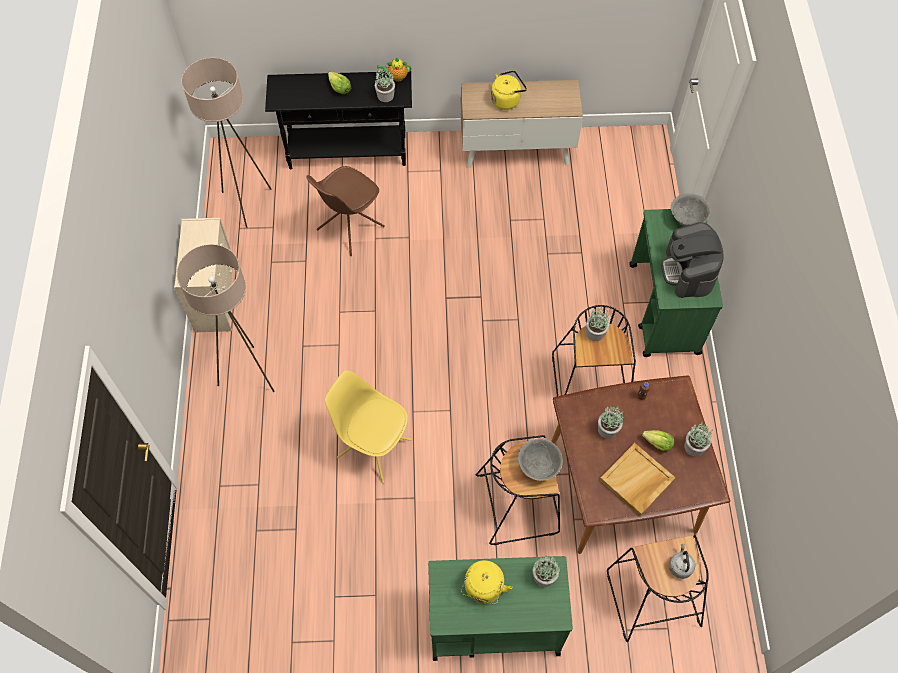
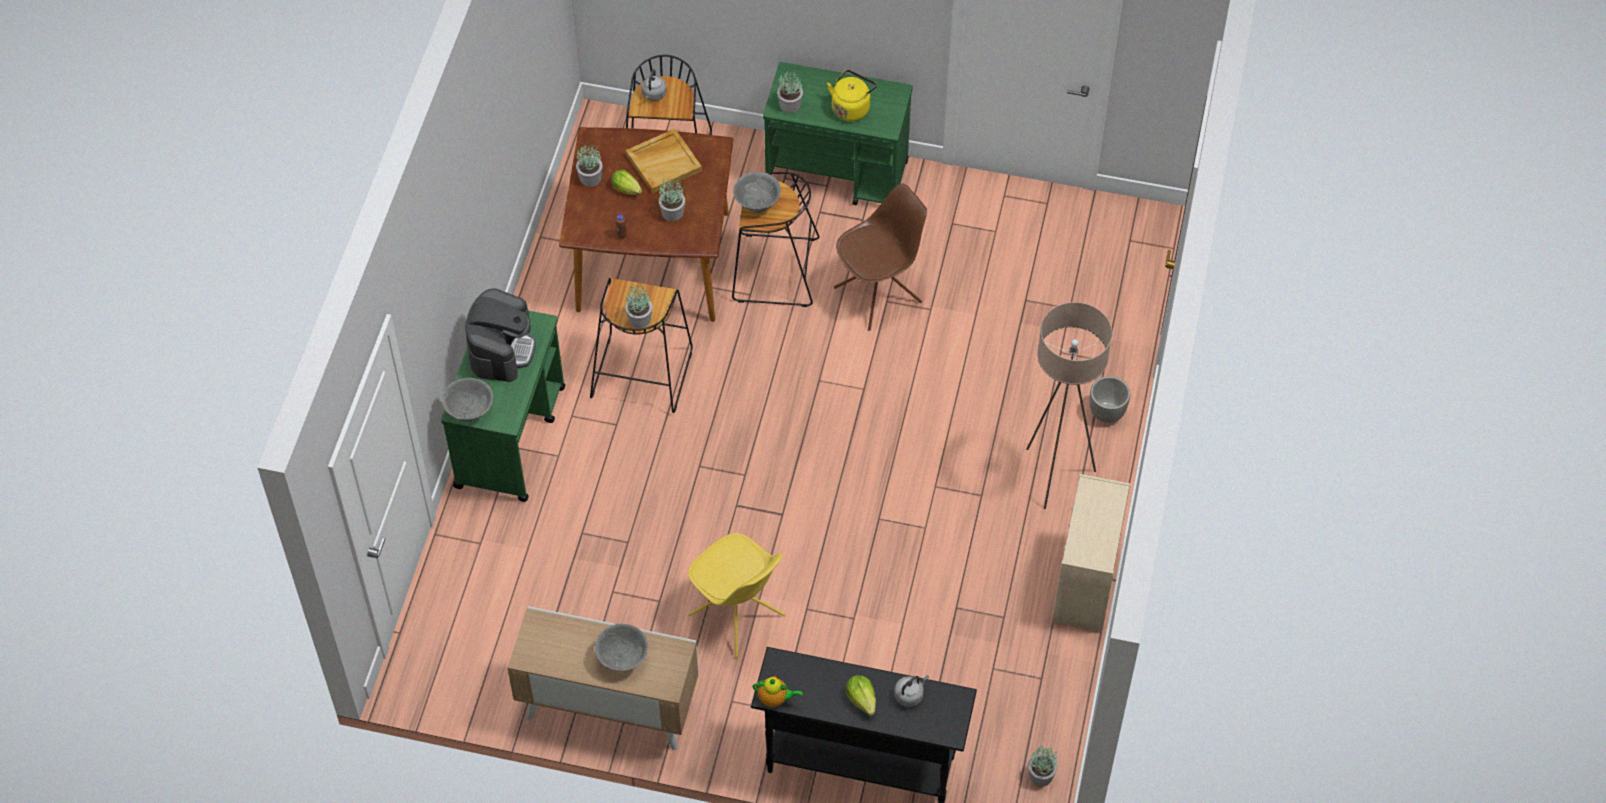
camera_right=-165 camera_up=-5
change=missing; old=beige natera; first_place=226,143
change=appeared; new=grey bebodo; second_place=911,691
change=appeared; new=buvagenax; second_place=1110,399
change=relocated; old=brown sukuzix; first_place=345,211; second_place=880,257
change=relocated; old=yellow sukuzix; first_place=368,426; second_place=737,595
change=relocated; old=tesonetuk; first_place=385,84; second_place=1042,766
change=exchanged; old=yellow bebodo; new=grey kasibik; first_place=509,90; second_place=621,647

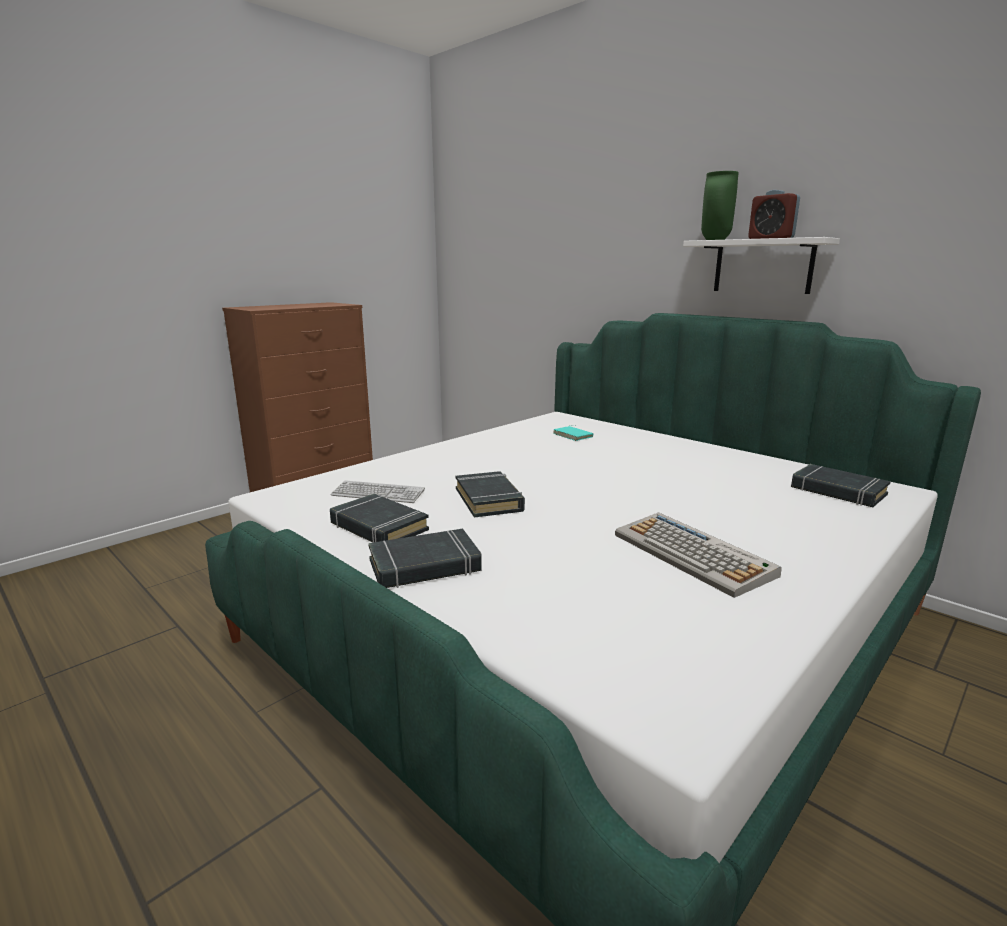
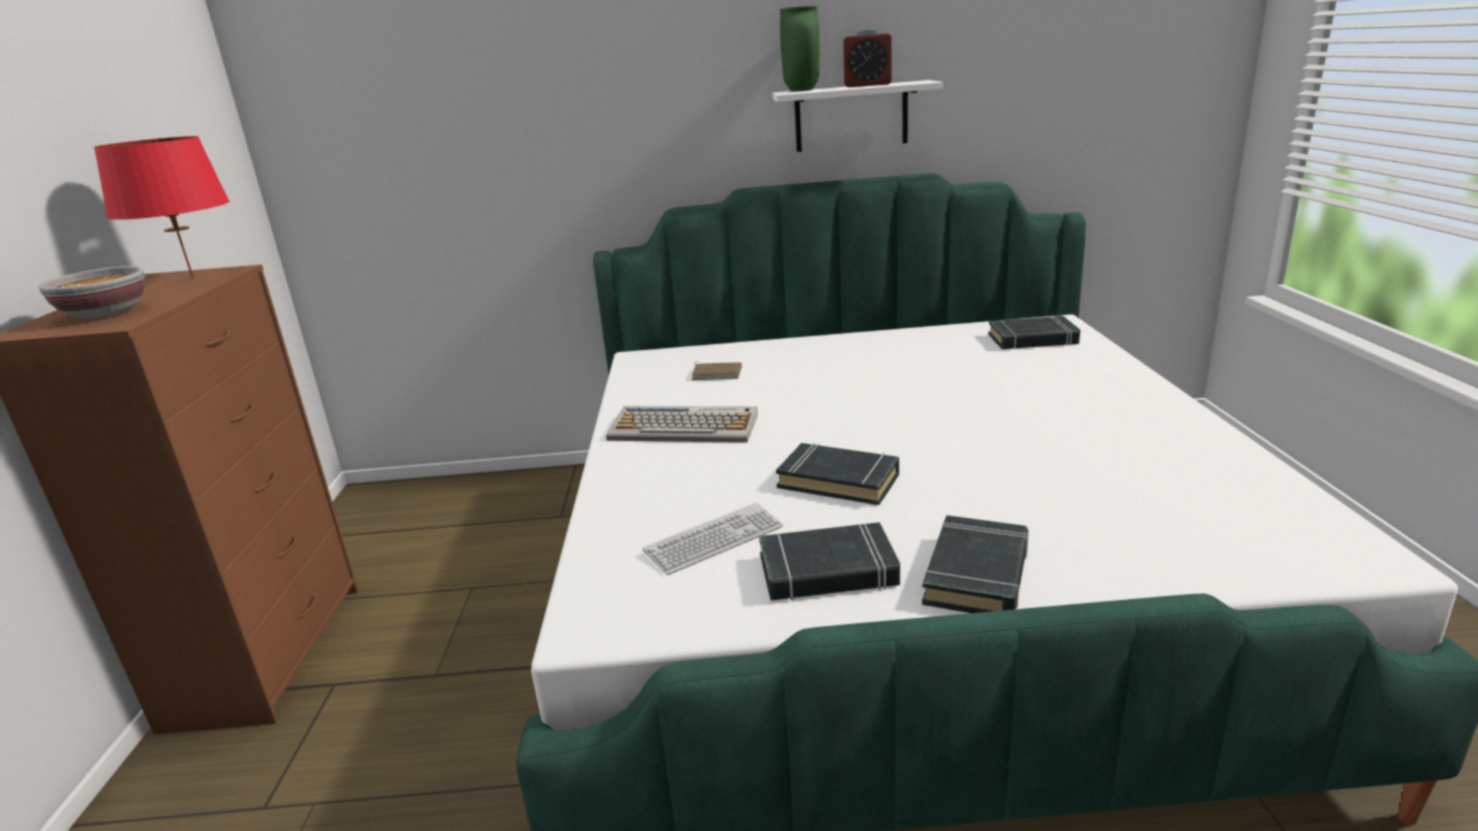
camera_right=-45 camera_up=5
change=appeared; new=kasibik; second_place=91,292
change=appeared; new=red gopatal; second_place=162,207
change=relocated; old=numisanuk; first_place=698,555; second_place=682,424
change=colour; old=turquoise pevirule; new=brown pevirule; first_place=573,433; second_place=716,370

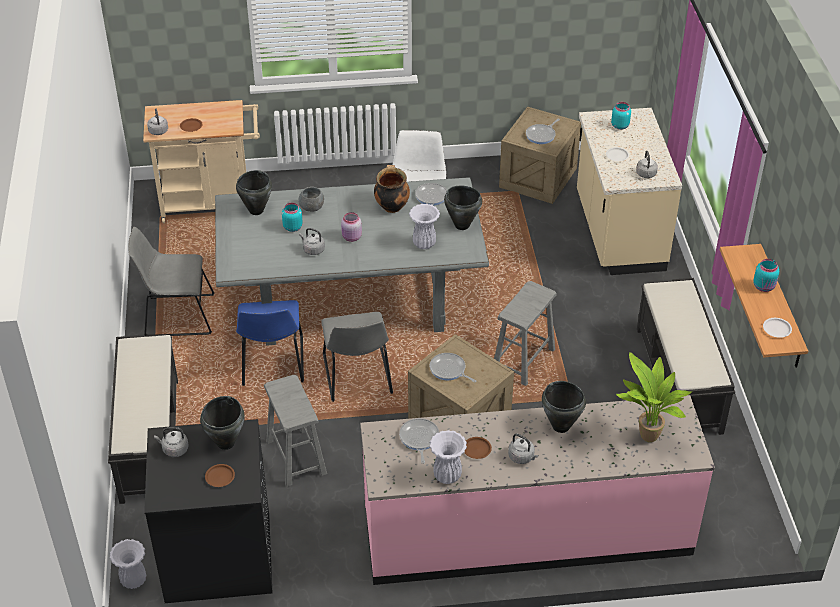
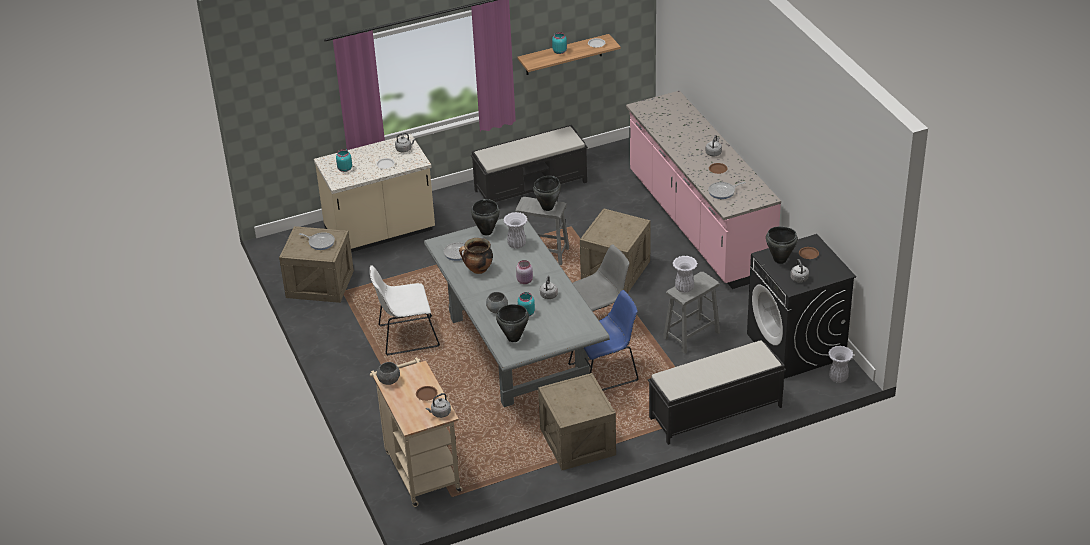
camera_right=-105 camera_up=-5
change=missing; old=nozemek; first_place=453,367
change=missing; old=tesonetuk; first_place=654,397
change=appeared; new=grey kasibik; second_place=388,373
change=relocated; old=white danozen; first_place=448,457; second_place=685,274
change=relocated; old=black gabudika; first_place=564,407; second_place=547,193
change=exchanged; old=grey sukuzix; new=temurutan; first_place=171,281; second_place=577,421

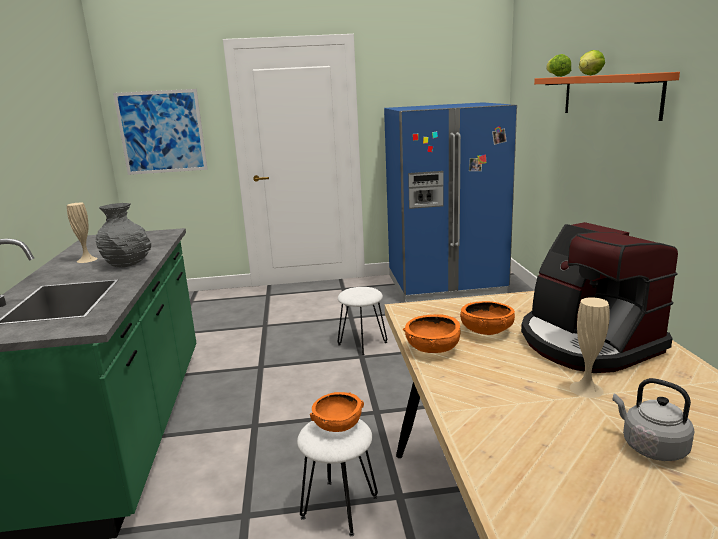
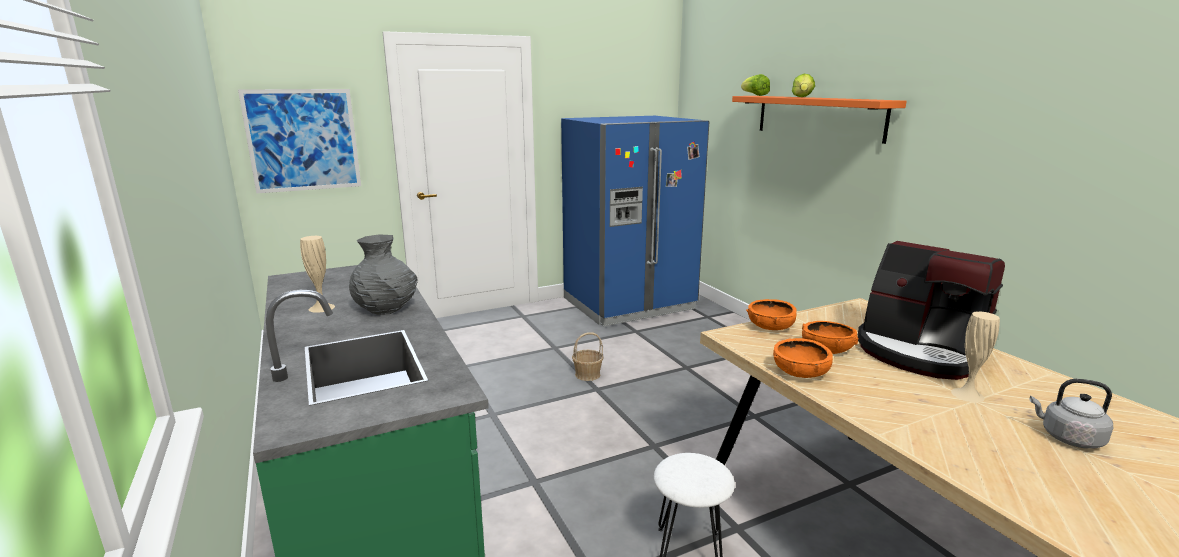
camera_right=-20 camera_up=0
change=relocated; old=orange kasibik; first_place=337,412; second_place=771,314
change=exchanged; old=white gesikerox; new=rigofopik; first_place=362,321; second_place=588,356

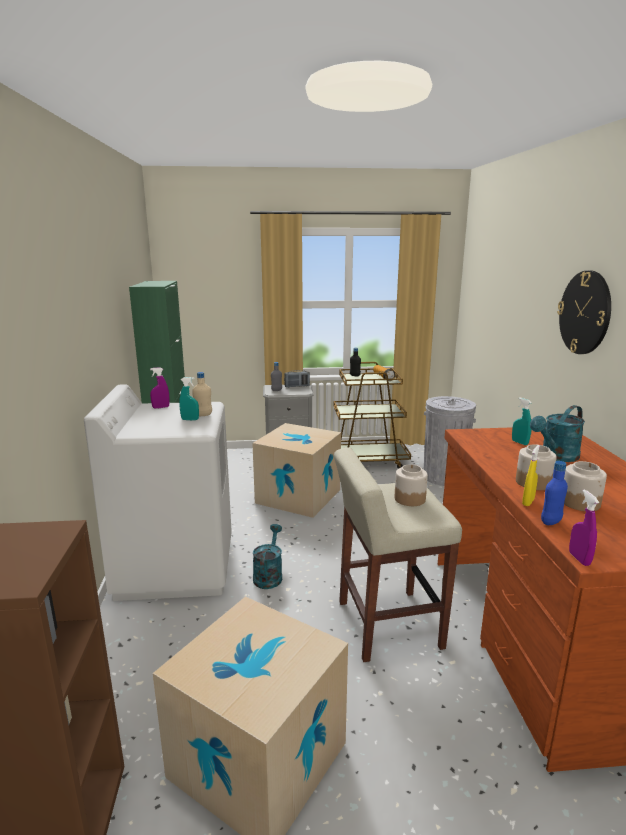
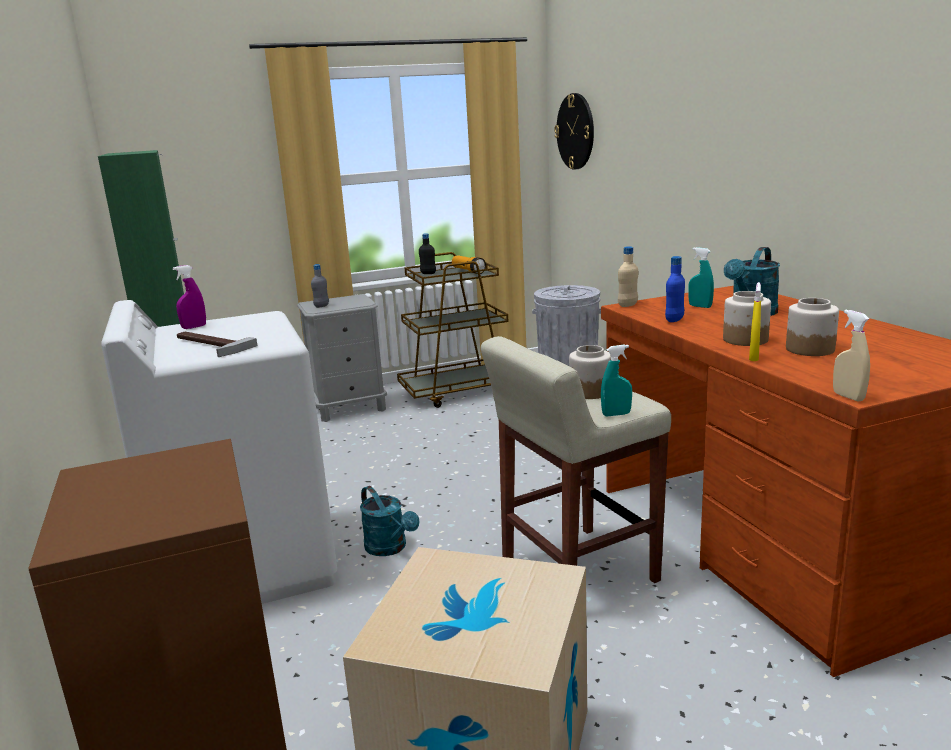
camera_right=-15 camera_up=0
change=missing; old=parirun; first_place=296,470
change=missing; old=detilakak; first_place=297,378
change=appeared; new=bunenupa; second_place=217,344
change=relocated; old=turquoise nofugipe; first_place=189,399; second_place=616,380
change=relocated; old=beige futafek; first_place=202,394; second_place=628,276
change=relocated; old=blue futafek; first_place=554,493; second_place=675,289
change=relocated; old=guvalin; first_place=584,312; second_place=574,131
change=colour; old=purple nofugipe; new=beige nofugipe; first_place=584,527; second_place=851,356
change=spun; old=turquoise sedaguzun; first_place=267,556; second_place=389,521; degrees=150

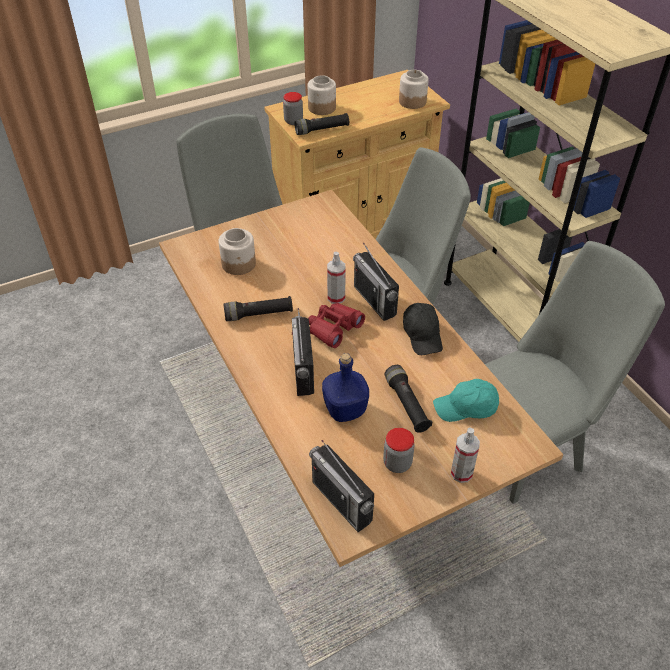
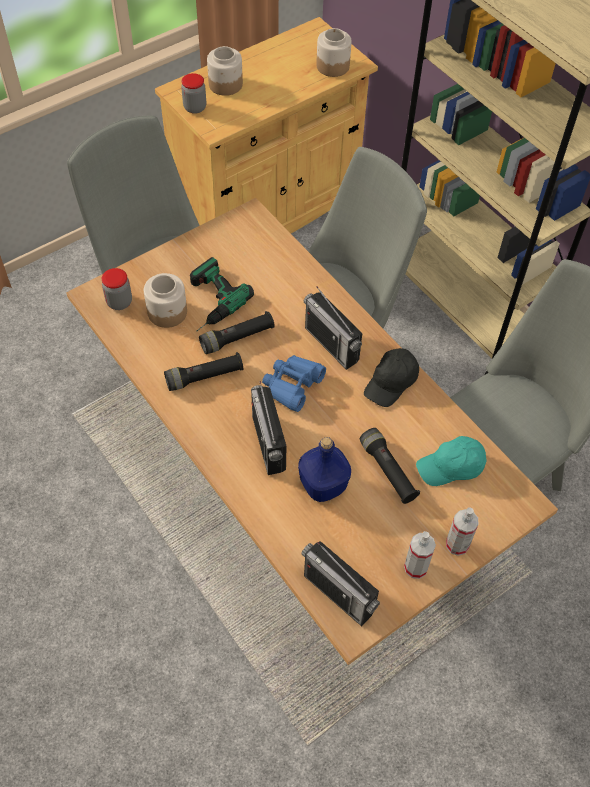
camera_right=-10 camera_up=10
change=appeared; new=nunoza; second_place=222,294
change=relocated; old=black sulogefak; first_place=321,124; second_place=237,332
change=relocated; old=nofugipe; first_place=336,278; second_place=420,555
change=relocated; old=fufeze; first_place=399,450; second_place=117,289
change=colour; old=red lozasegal; new=blue lozasegal; first_place=336,325; second_place=294,383
change=spun; old=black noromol; first_place=423,329; second_place=391,377; degrees=60

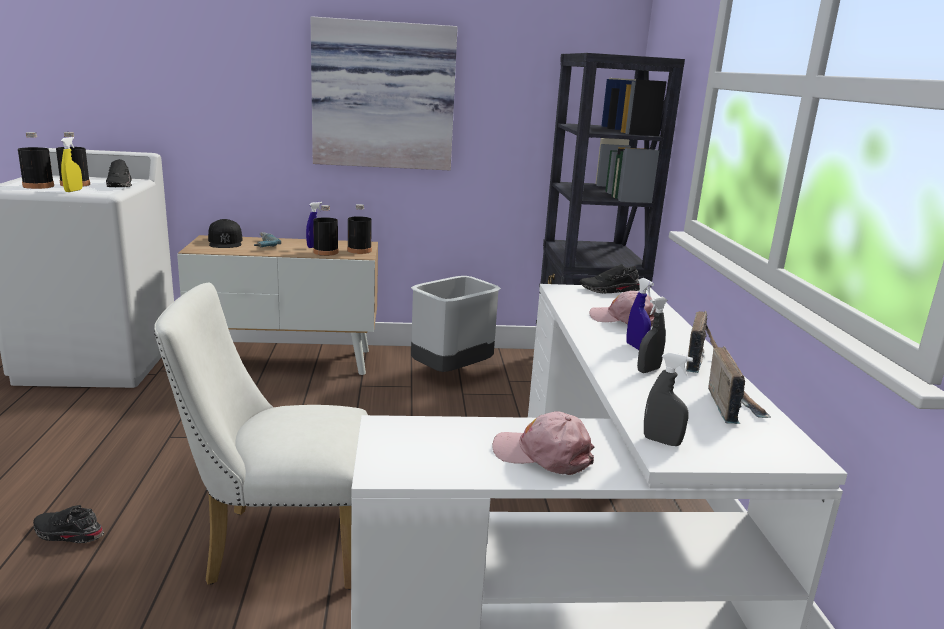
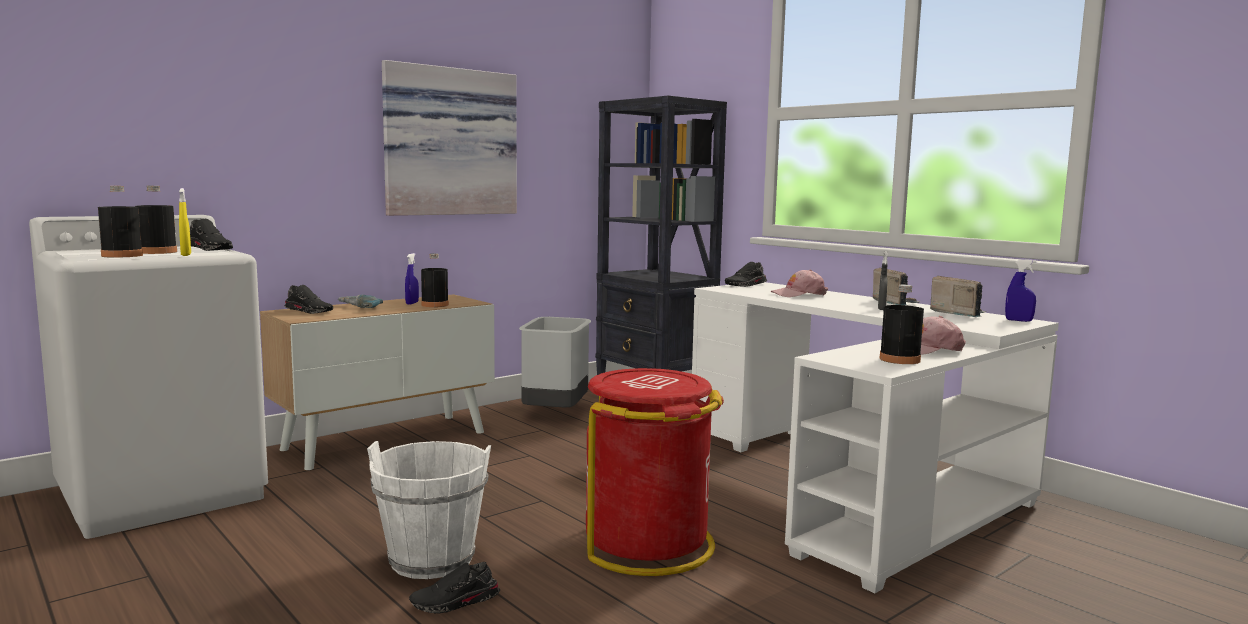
camera_right=-35 camera_up=-10
change=missing; old=grey nofugipe; first_place=668,399
change=appeared; new=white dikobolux; second_place=429,510
change=relocated; old=black futafek; first_place=359,229; second_place=901,324
change=relocated; old=blue nofugipe; first_place=640,314; second_place=1020,290
change=exchanged; old=white sukuzix; new=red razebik; first_place=261,436; second_place=655,472
change=exchanged; old=black noromol; new=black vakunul; first_place=225,233; second_place=309,299

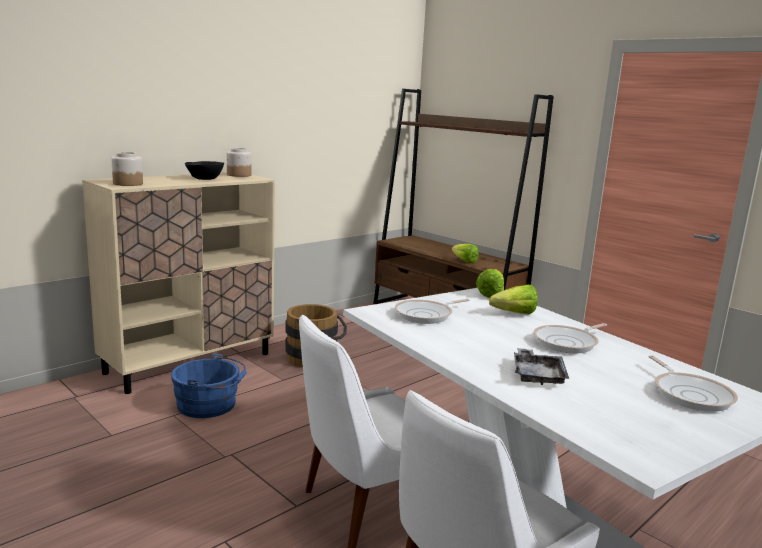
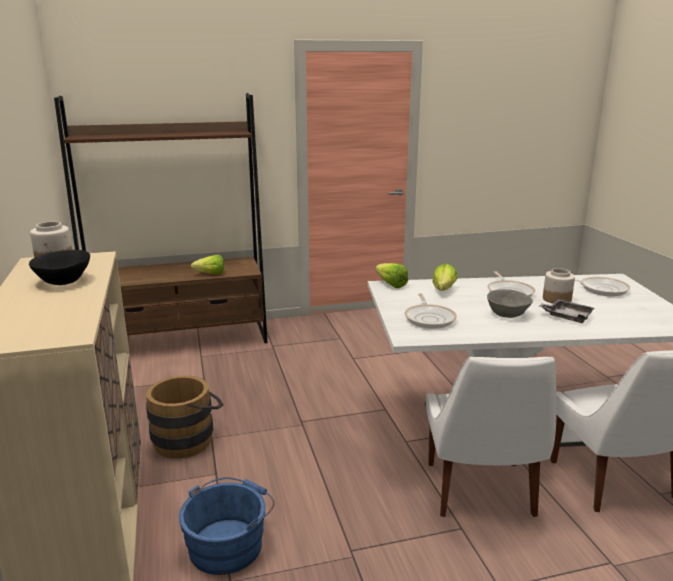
camera_right=-60 camera_up=5
change=appeared; new=grey kasibik; second_place=510,303
change=relocated; old=fufeze; first_place=127,169; second_place=559,286

